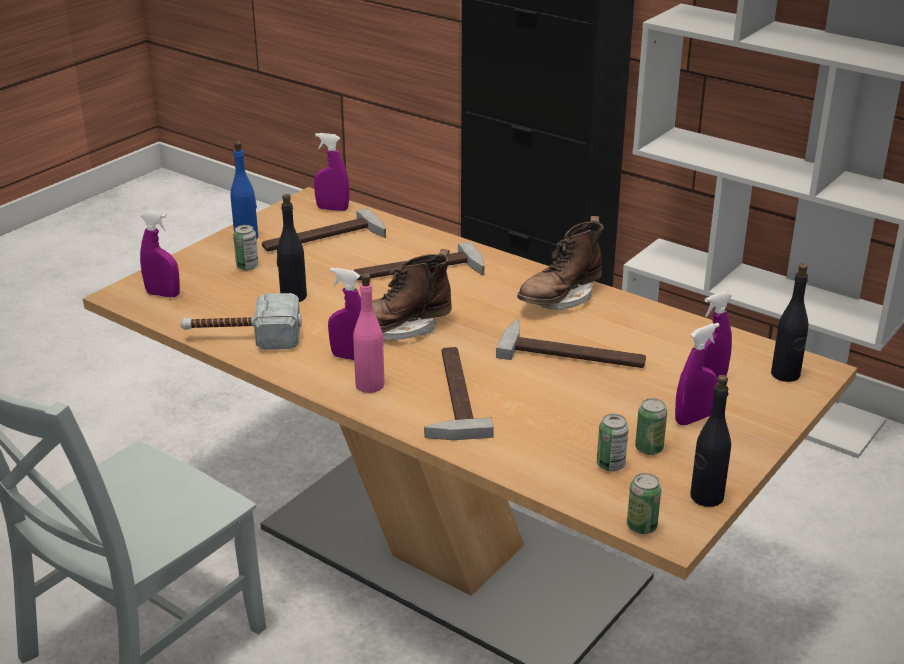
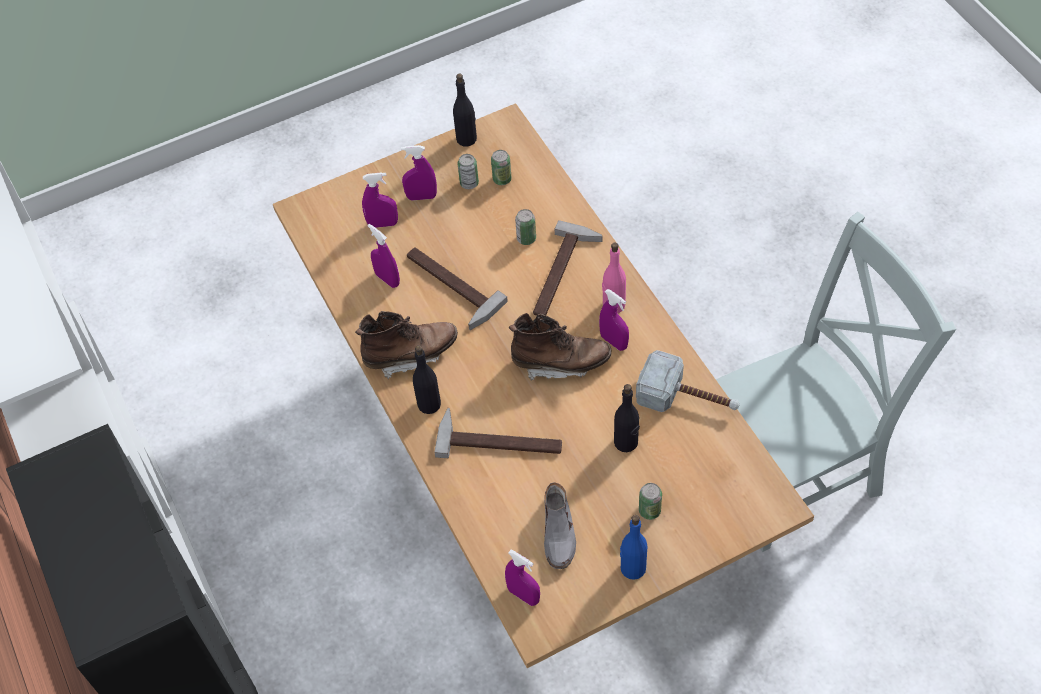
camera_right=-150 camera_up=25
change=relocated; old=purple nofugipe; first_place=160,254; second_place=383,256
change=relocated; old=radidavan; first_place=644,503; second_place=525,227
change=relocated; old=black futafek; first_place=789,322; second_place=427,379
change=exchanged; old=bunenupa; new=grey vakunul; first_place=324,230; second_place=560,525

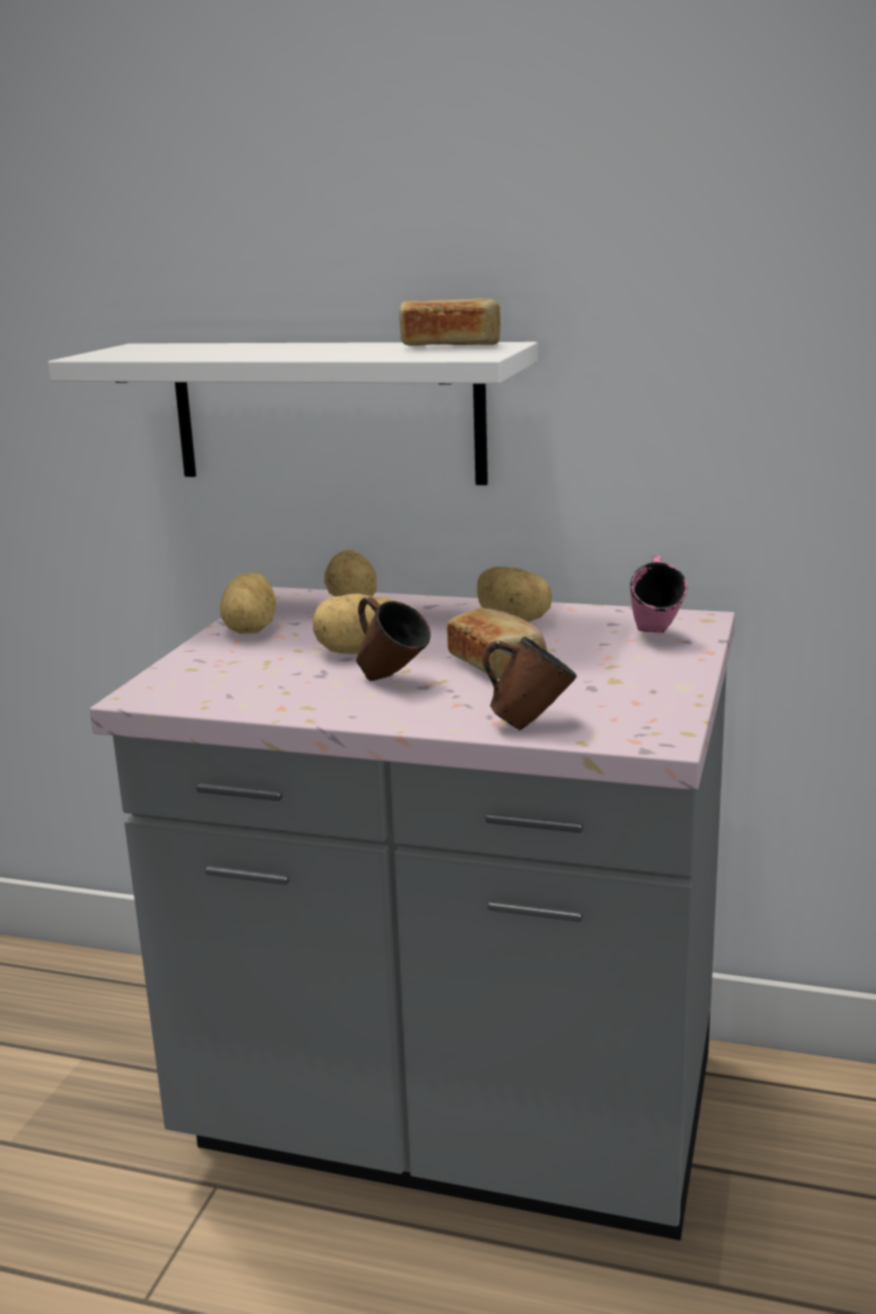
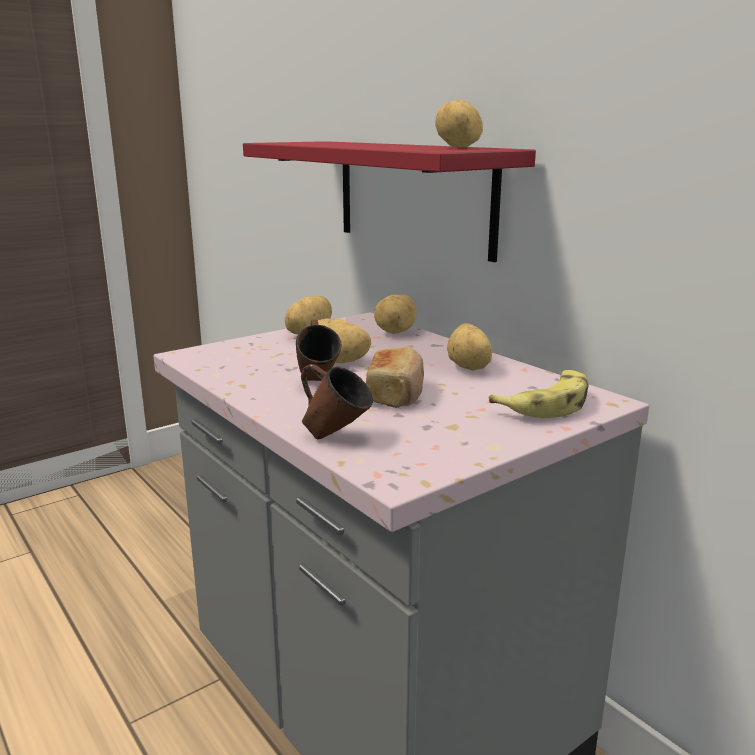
camera_right=35 camera_up=0
change=exchanged; old=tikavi; new=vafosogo; first_place=449,322; second_place=459,124
change=exchanged; old=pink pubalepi; new=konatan; first_place=658,594; second_place=539,394
change=colour; old=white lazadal; new=red lazadal; first_place=293,413; second_place=389,201

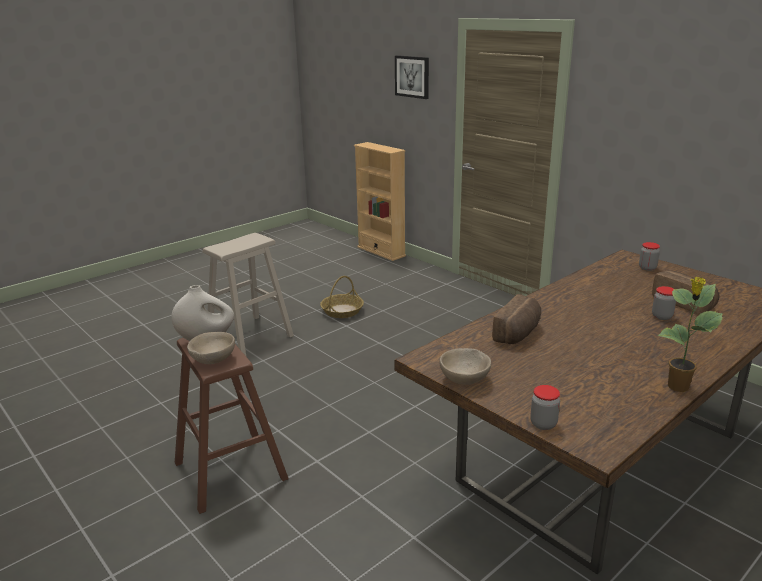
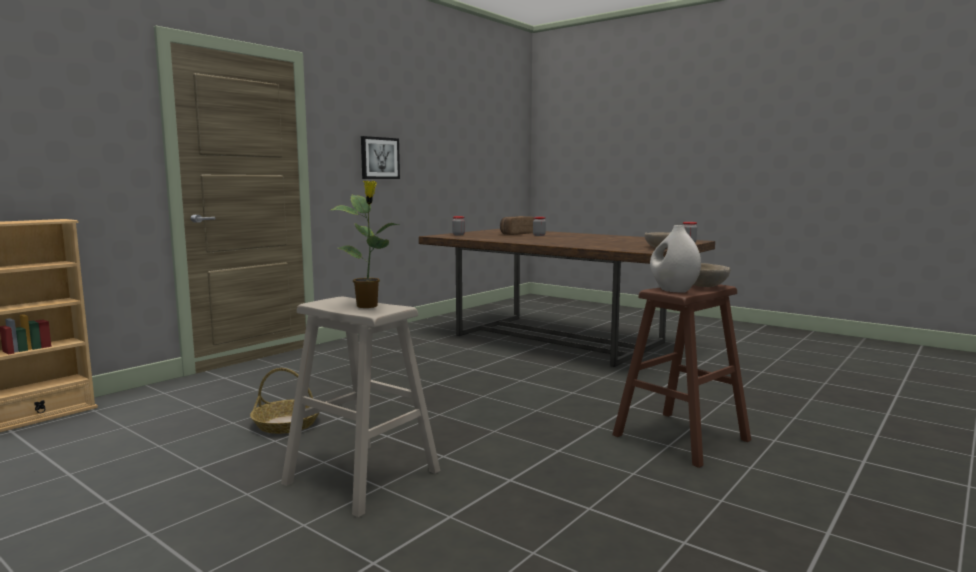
camera_right=-100 camera_up=-15
change=missing; old=tikavi; first_place=516,319
change=relocated; old=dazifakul; first_place=412,77; second_place=380,157
change=relocated; old=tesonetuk; first_place=690,334; second_place=365,244

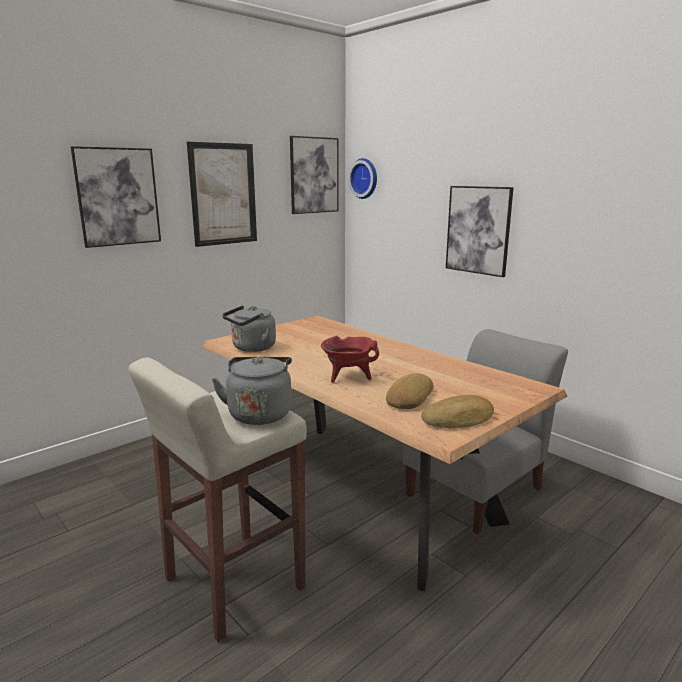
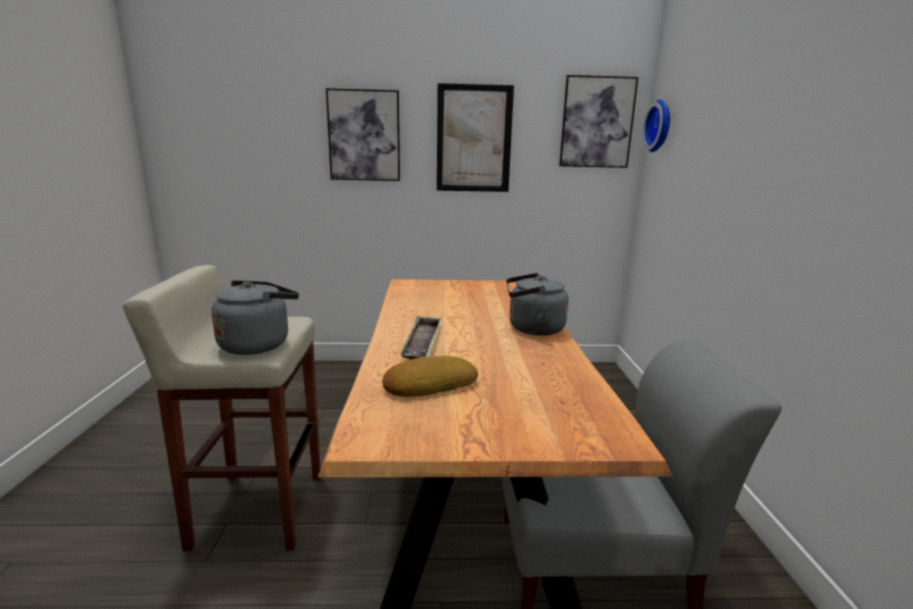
camera_right=40 camera_up=0
change=missing; old=tikavi; first_place=457,411
change=missing; old=dazifakul; first_place=480,231
change=relocated; old=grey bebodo; first_place=249,329; second_place=537,304
change=exchanged; old=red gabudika; new=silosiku; first_place=350,359; second_place=420,337

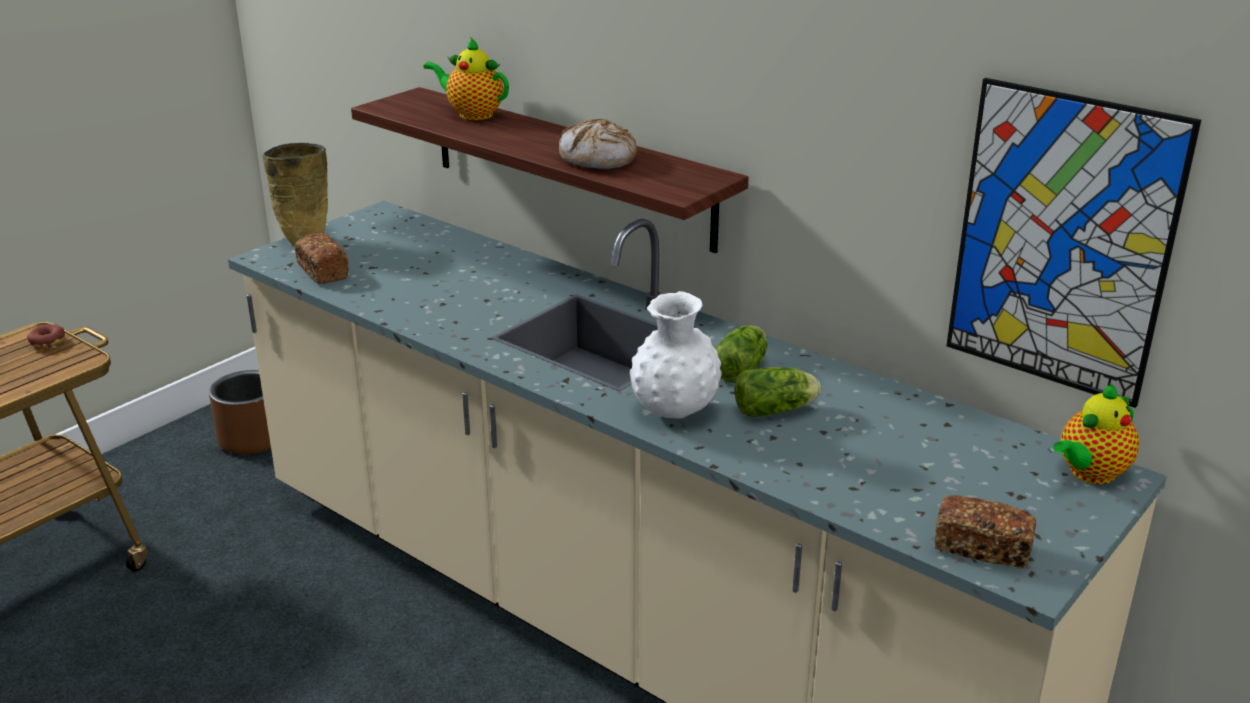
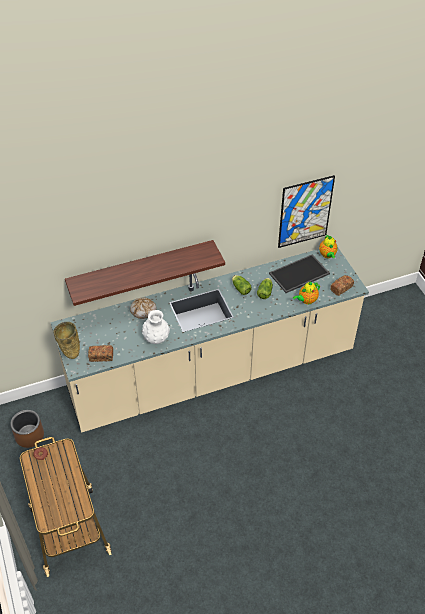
camera_right=-60 camera_up=20
change=appeared; new=silosiku; second_place=299,273
change=relocated; old=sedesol; first_place=466,78; second_place=306,293
change=relocated; old=tikavi; first_place=598,144; second_place=143,308
change=relocated; old=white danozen; first_place=676,355; second_place=156,327

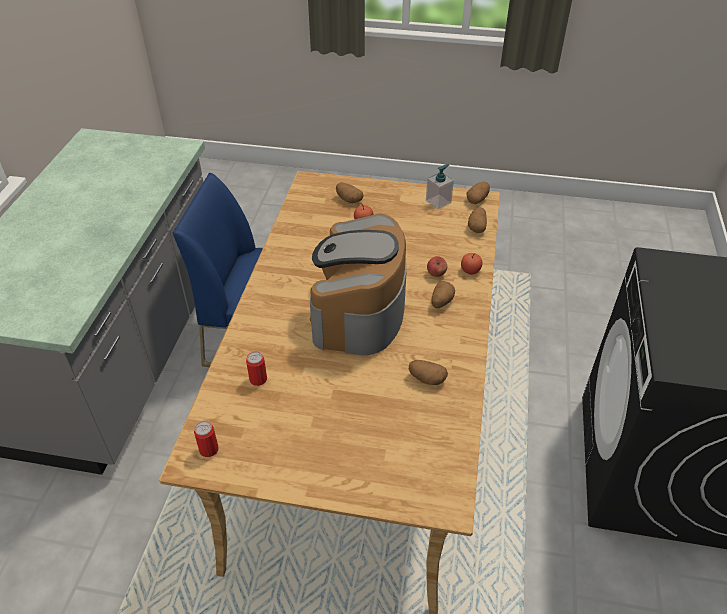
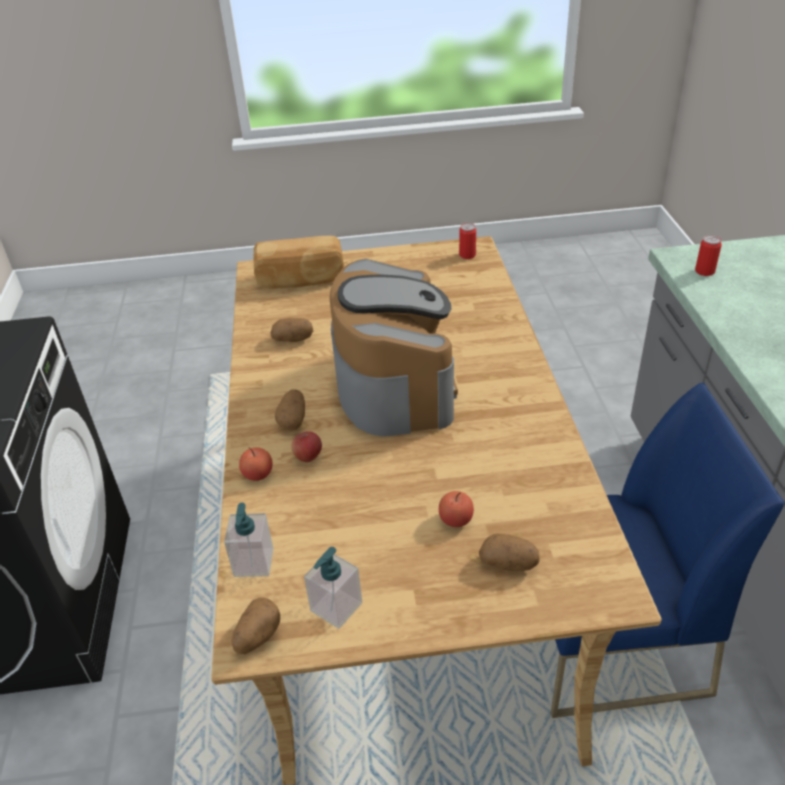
camera_right=165 camera_up=-5
change=appeared; new=tikavi; second_place=299,262
change=relocated; old=radidavan; first_place=256,368; second_place=708,255
change=exchanged; old=vafosogo; new=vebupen; first_place=477,220; second_place=248,540

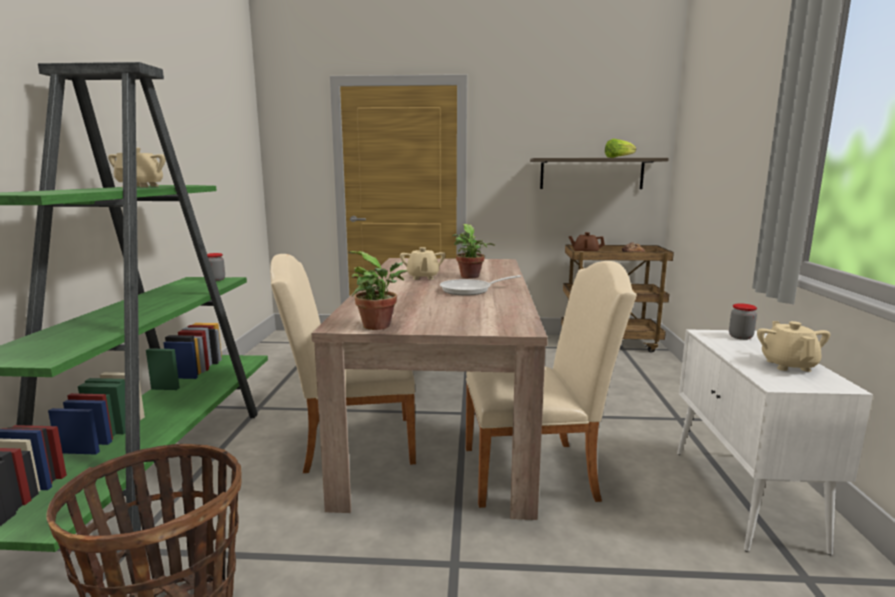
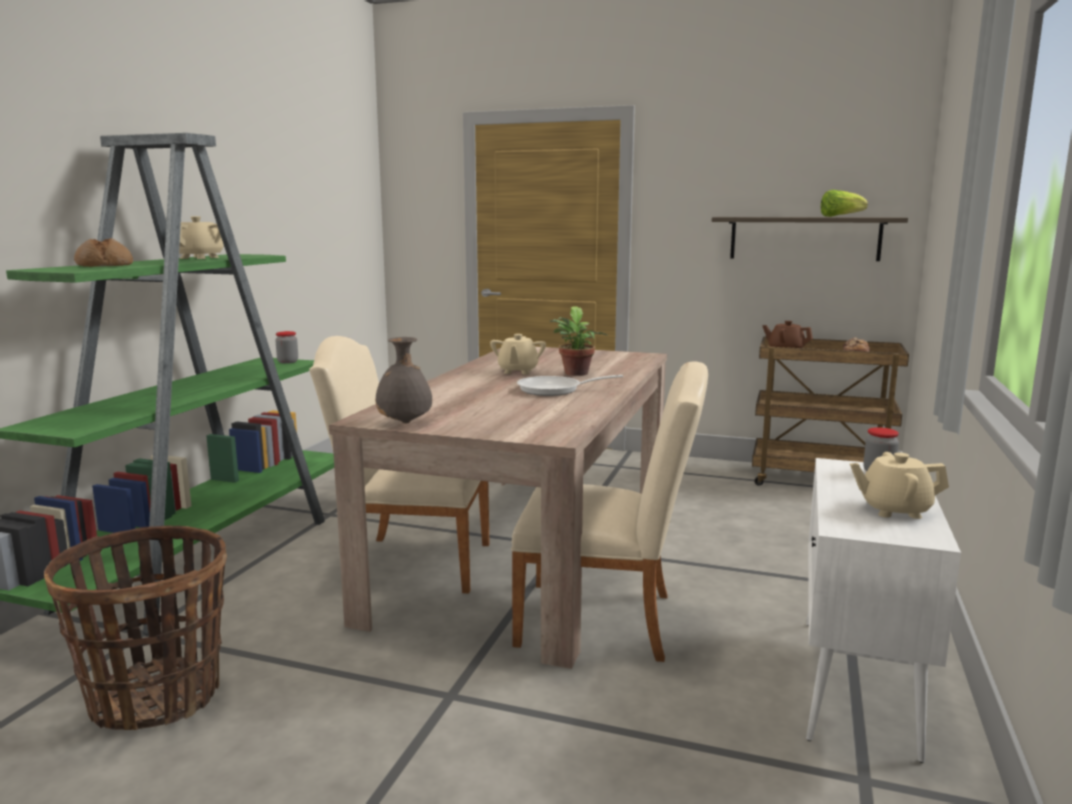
camera_right=15 camera_up=0
change=appeared; new=tikavi; second_place=103,252
change=exchanged; old=tesonetuk; new=grey danozen; first_place=377,290; second_place=403,380
change=spun; old=beige sedesol; first_place=794,346; second_place=899,485; degrees=-105

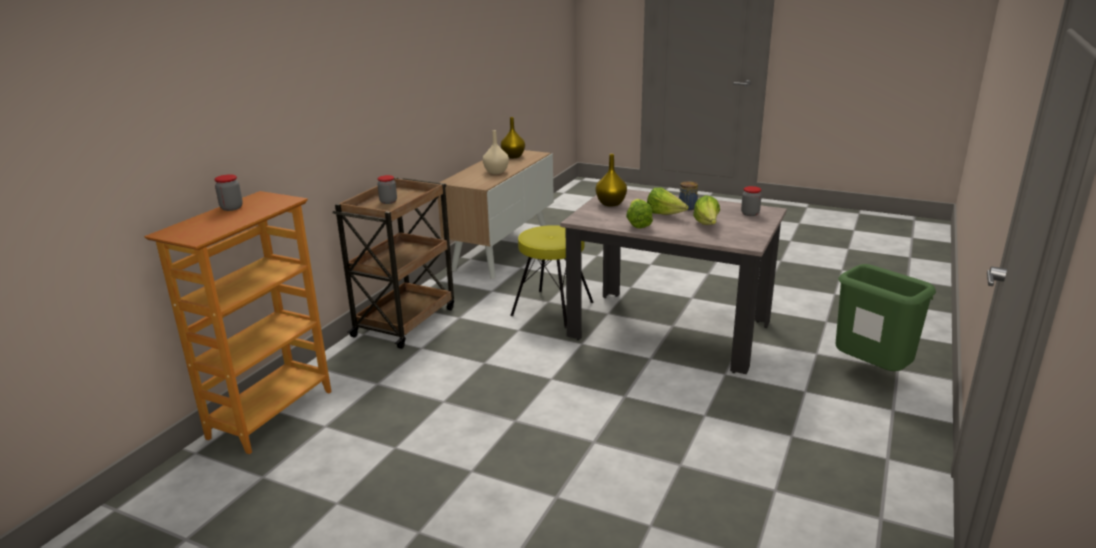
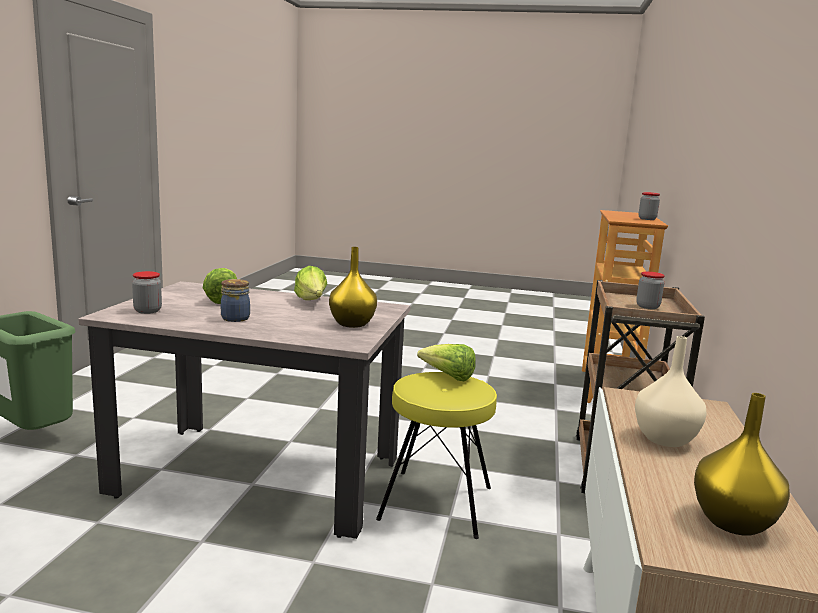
camera_right=165 camera_up=-10
change=relocated; old=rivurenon; first_place=668,201; second_place=446,362

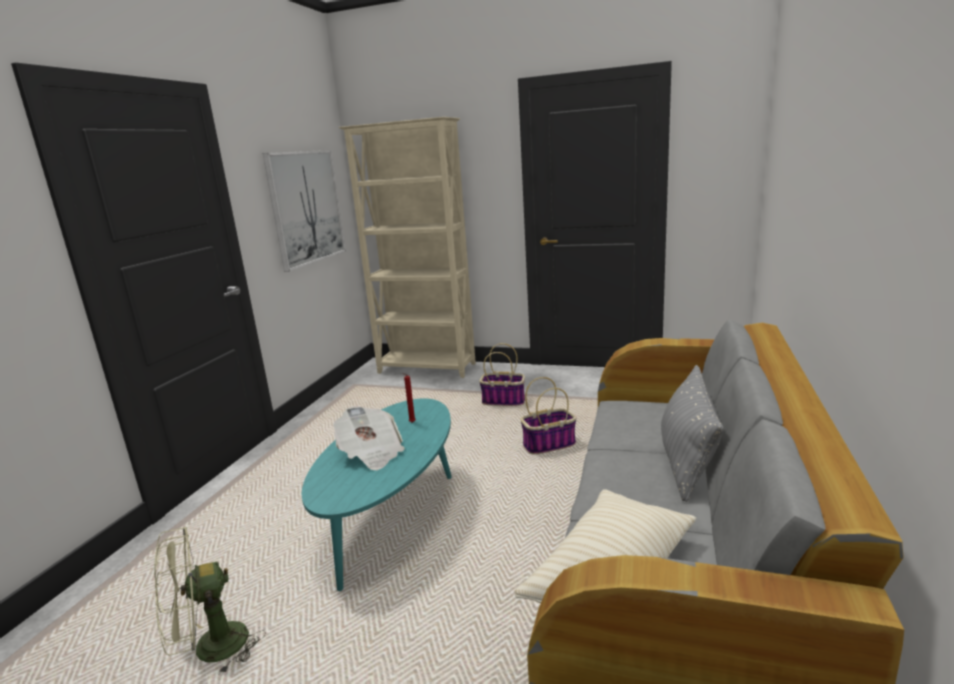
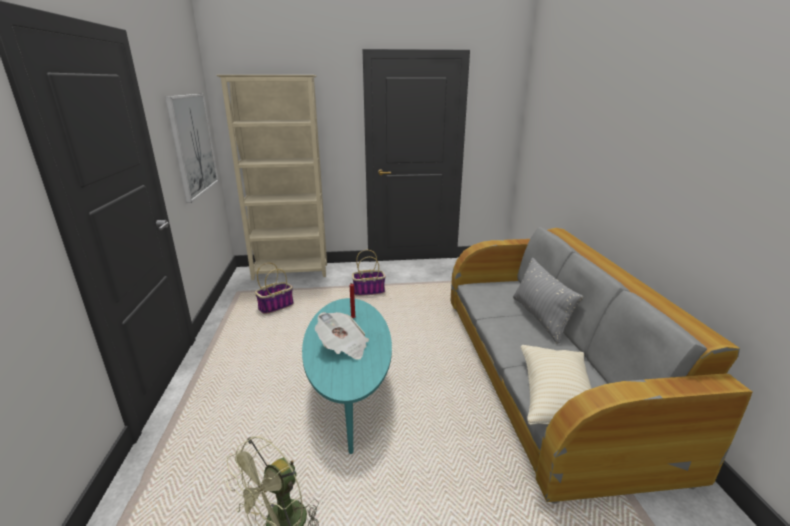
camera_right=-25 camera_up=5
change=relocated; old=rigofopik; first_place=548,416; second_place=274,288

